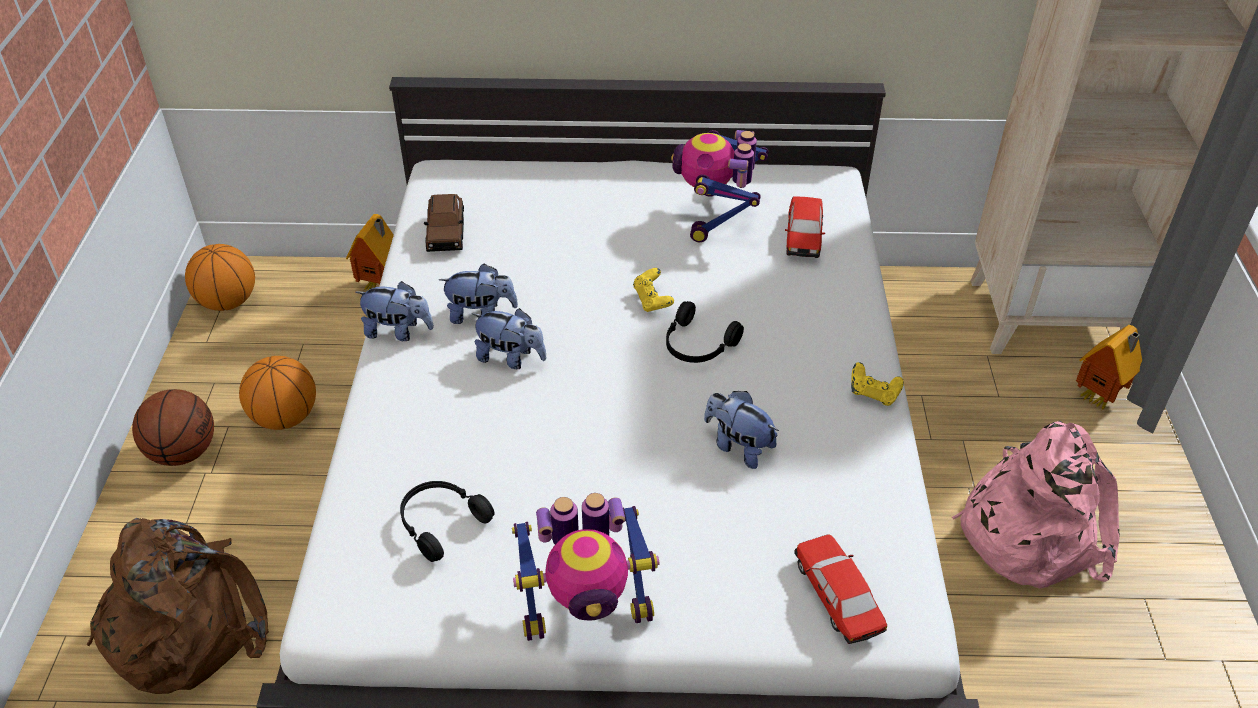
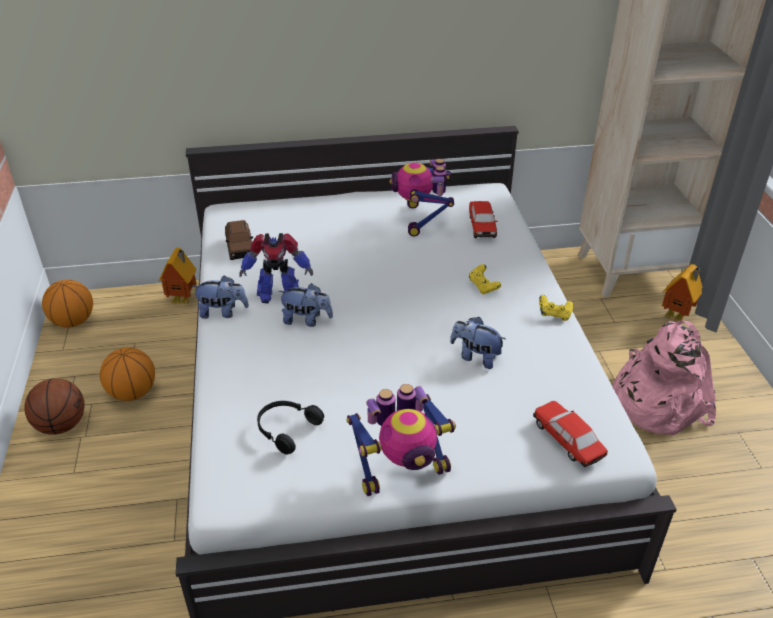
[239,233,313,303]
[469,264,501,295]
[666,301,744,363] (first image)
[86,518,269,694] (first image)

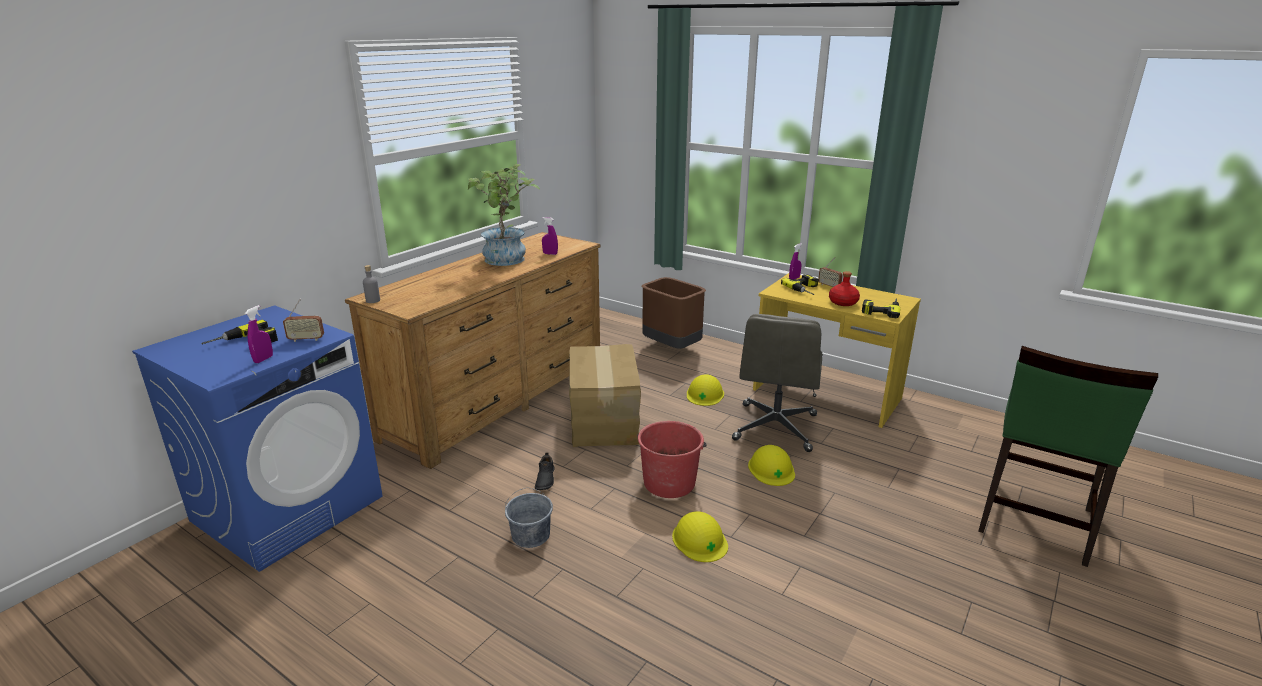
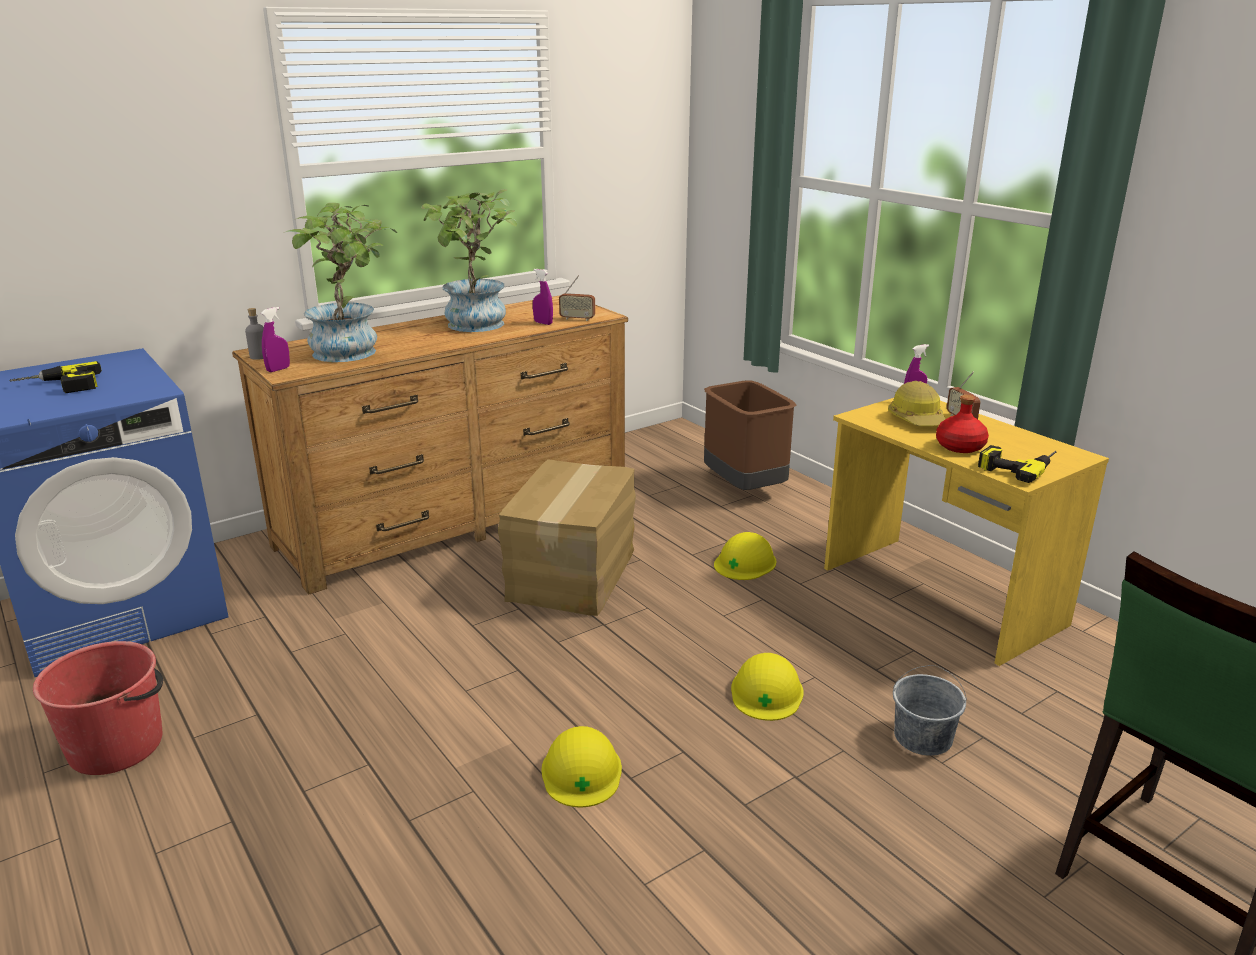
[888,381,945,426]
[559,275,595,321]
[261,307,290,372]
[732,314,823,452] (first image)
[33,641,163,775]
[535,452,555,490] (first image)
[893,665,967,756]
[286,203,397,362]

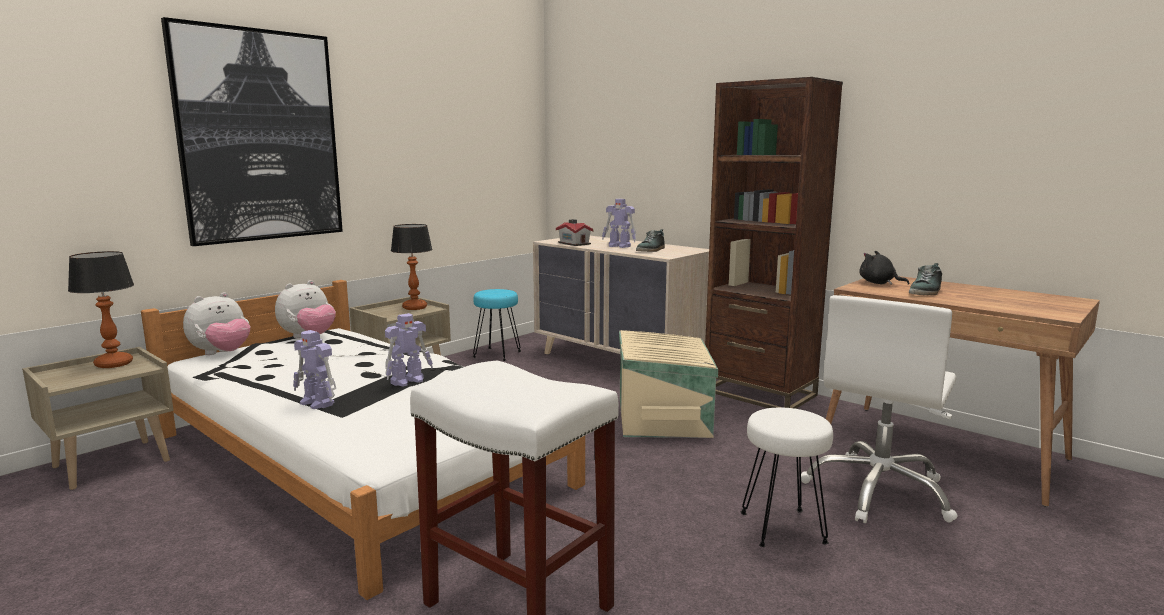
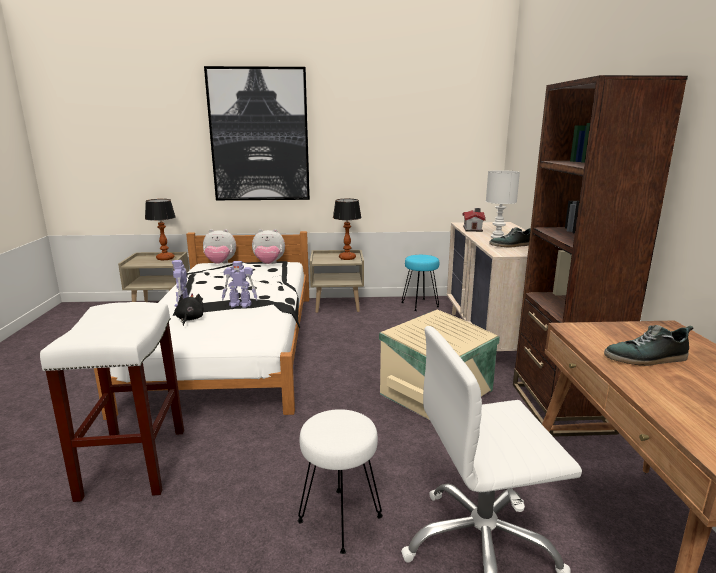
[486,170,520,238]
[174,293,204,326]

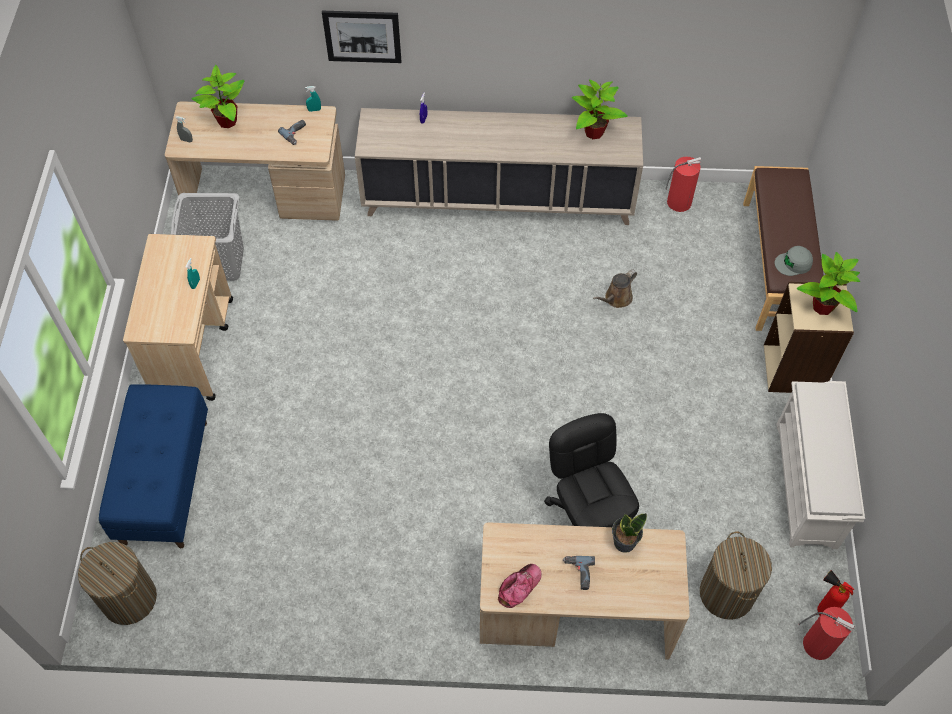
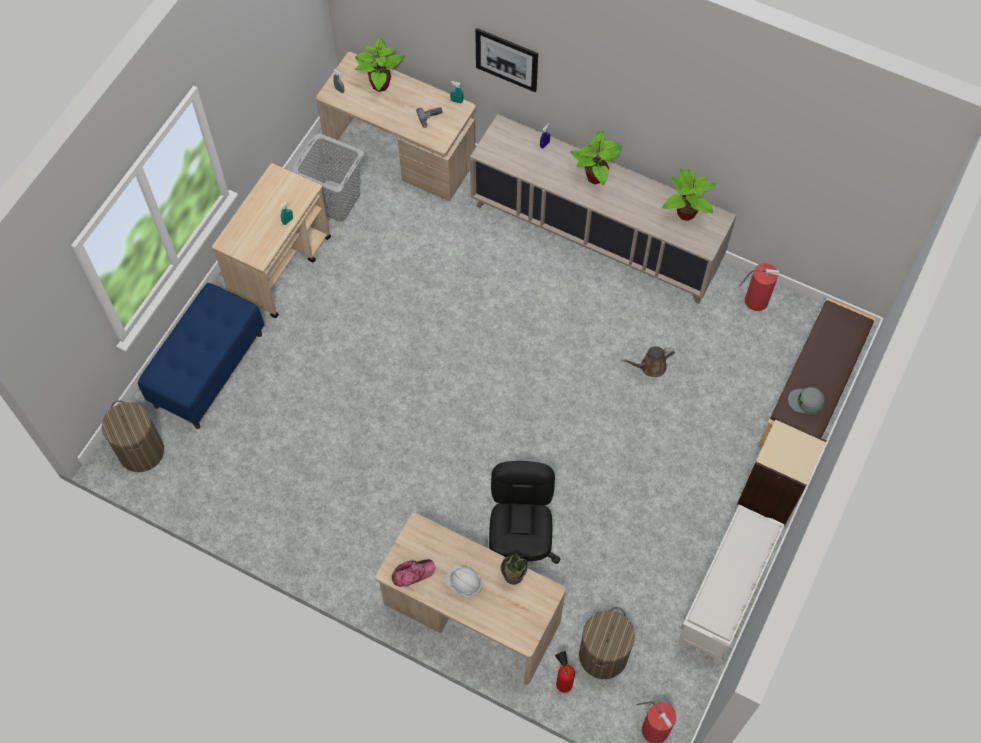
[570,131,622,185]
[445,565,482,596]
[555,651,575,693]

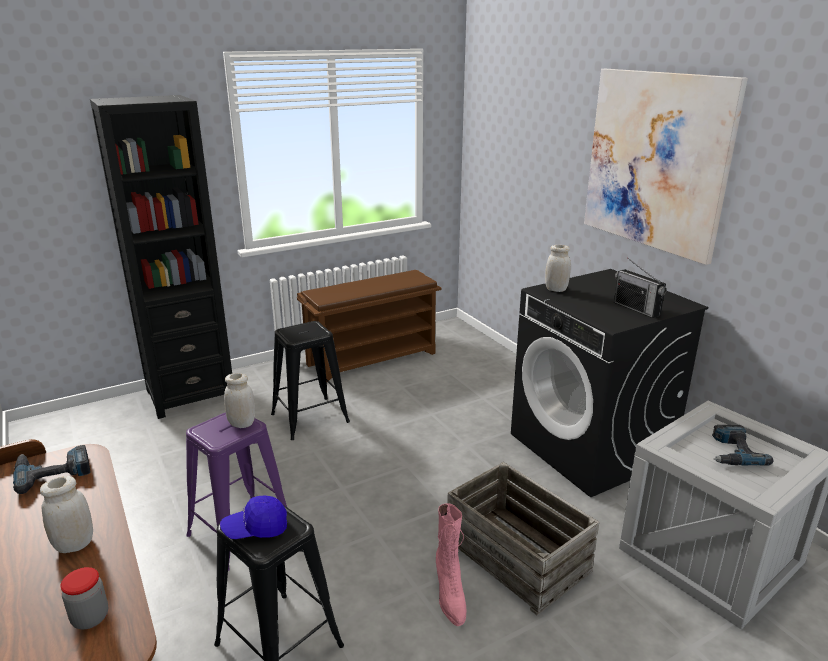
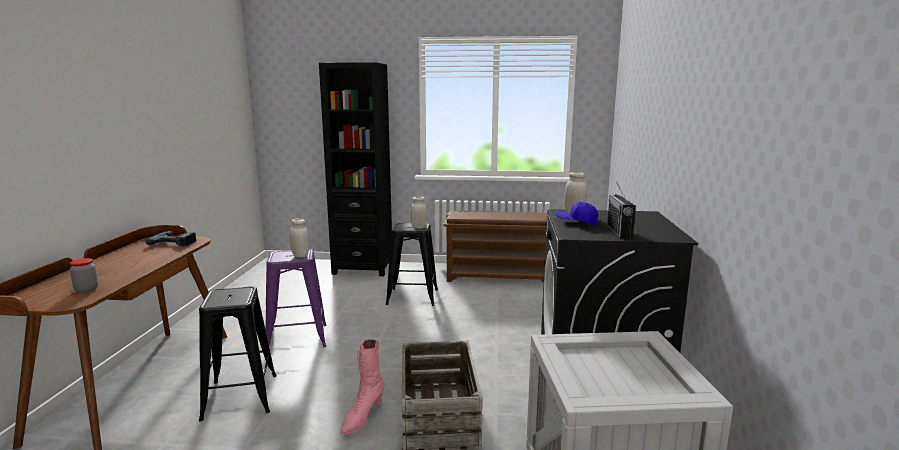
[584,69,748,265] (first image)
[712,425,774,466] (first image)
[410,197,427,229]
[555,202,598,225]

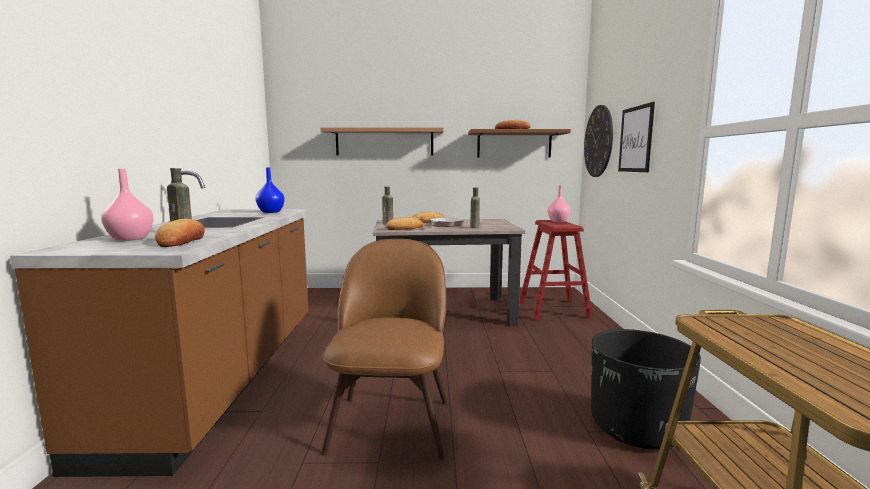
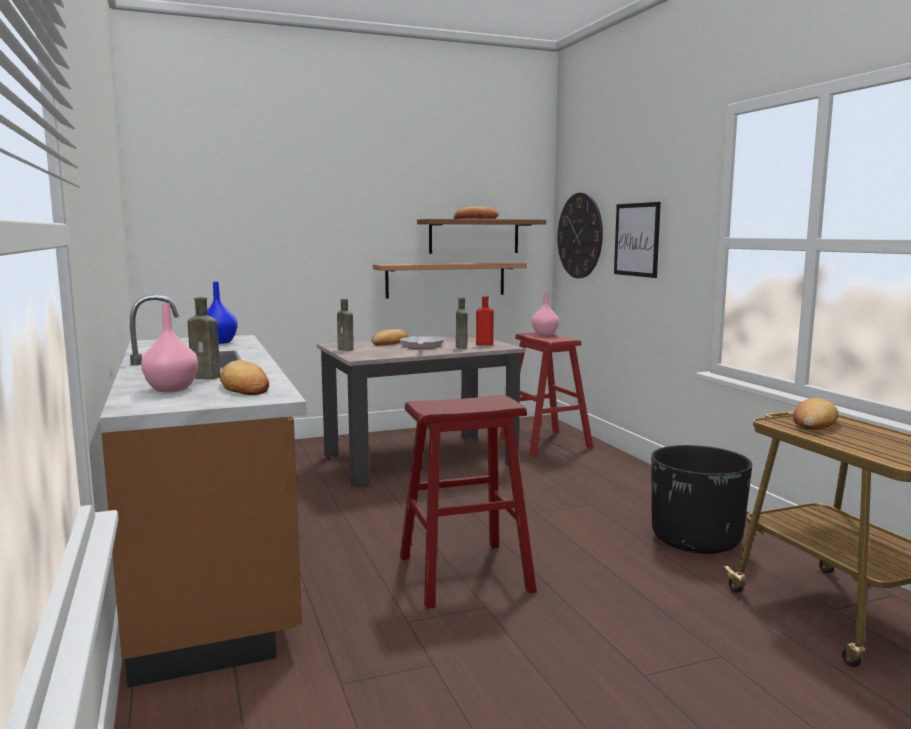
[373,262,527,298]
[793,398,839,429]
[400,395,537,609]
[476,296,494,346]

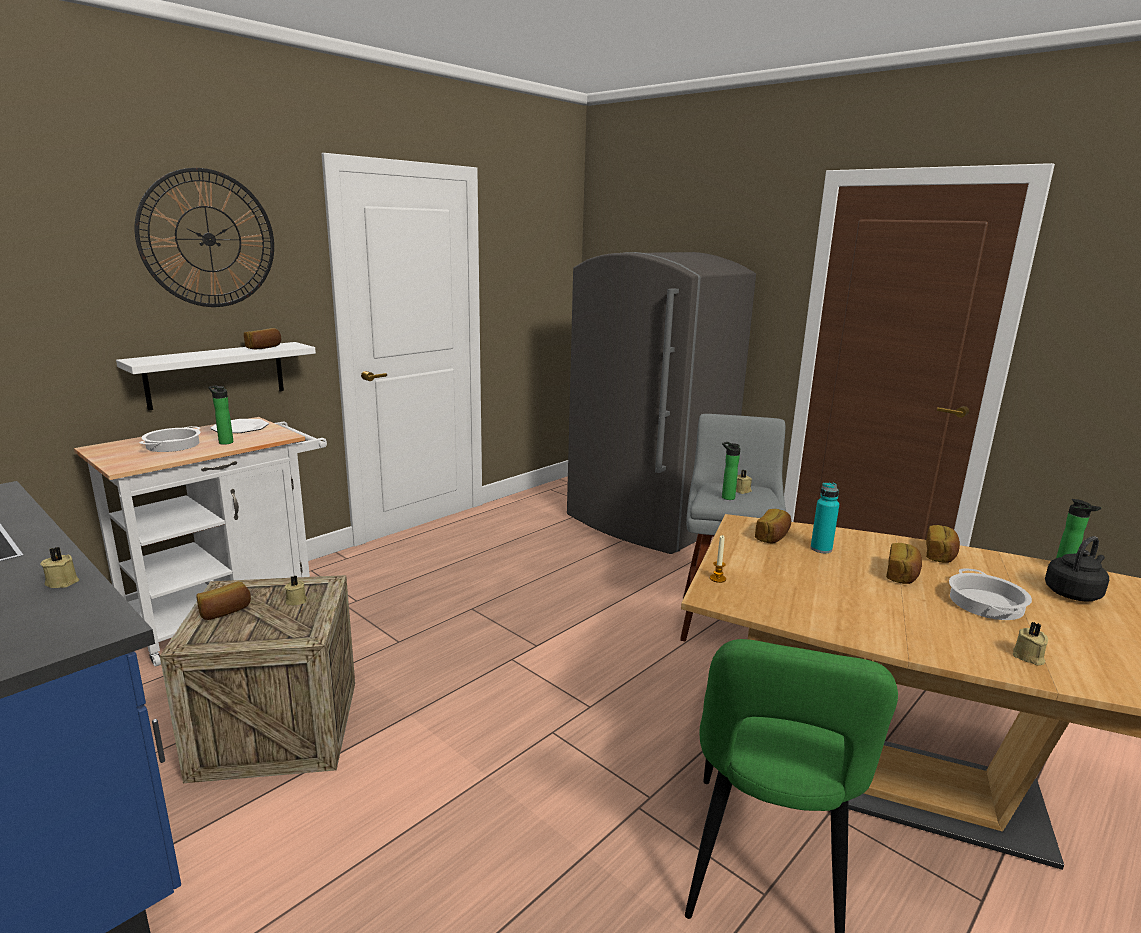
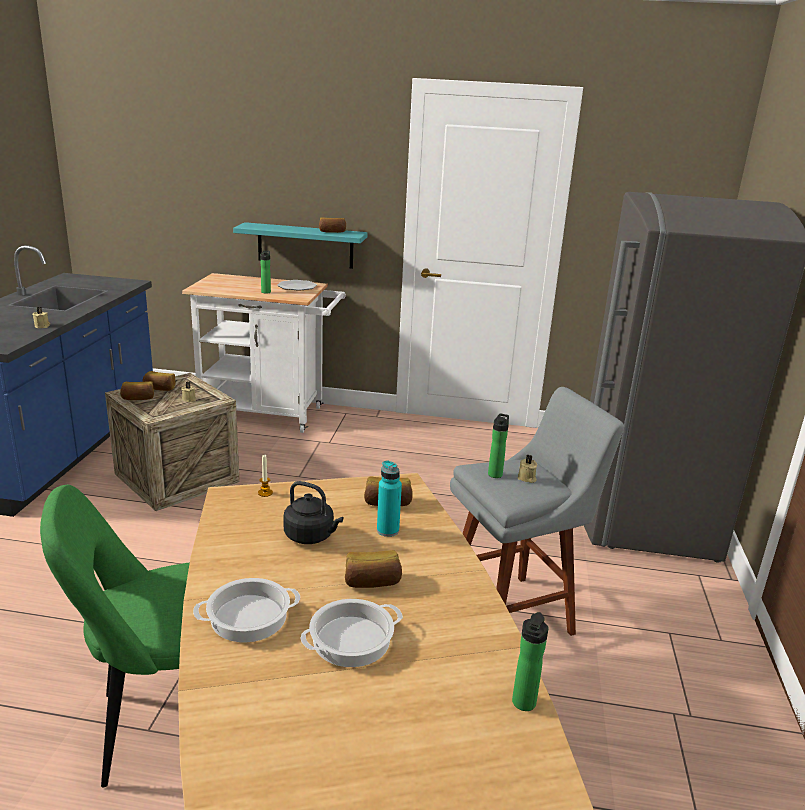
[135,168,274,307] (first image)
[233,222,368,269]
[193,578,300,643]
[120,381,154,400]
[283,481,343,544]
[1013,622,1048,665] (first image)

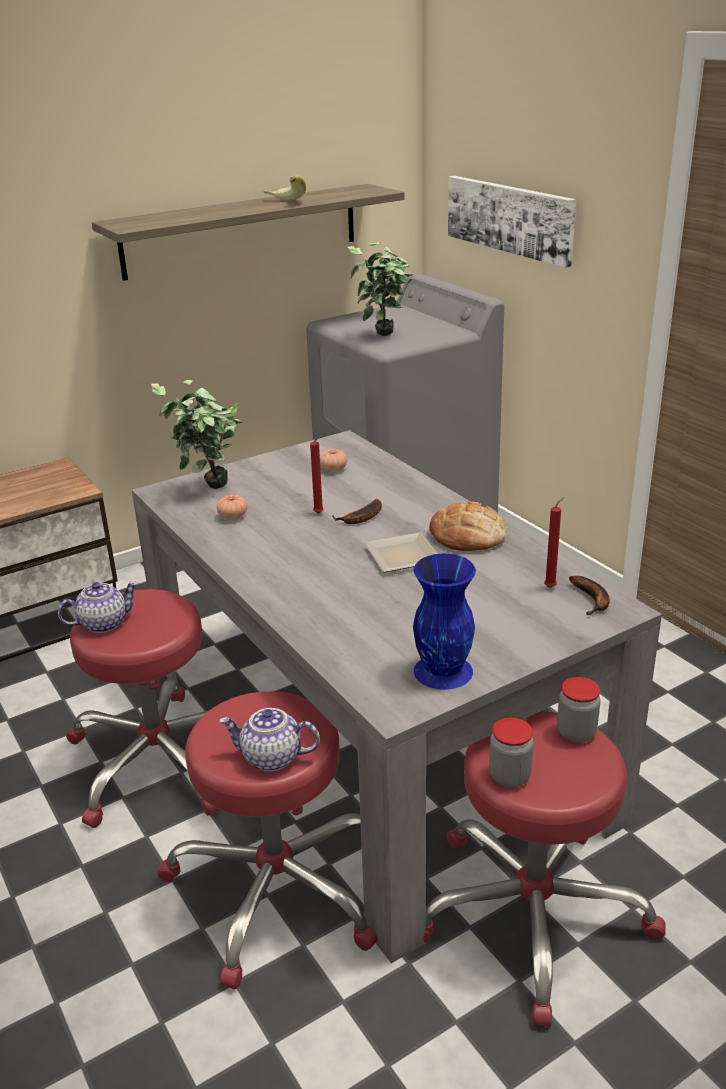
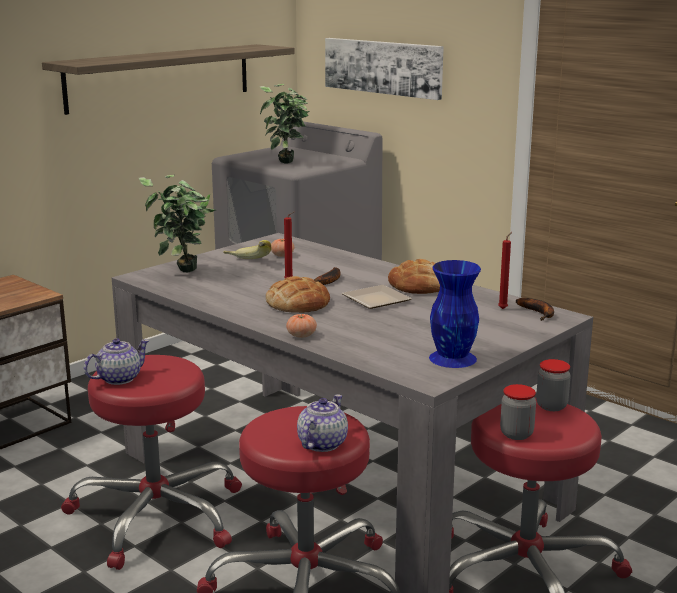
[223,240,272,259]
[286,314,317,338]
[297,395,348,452]
[266,276,330,313]

